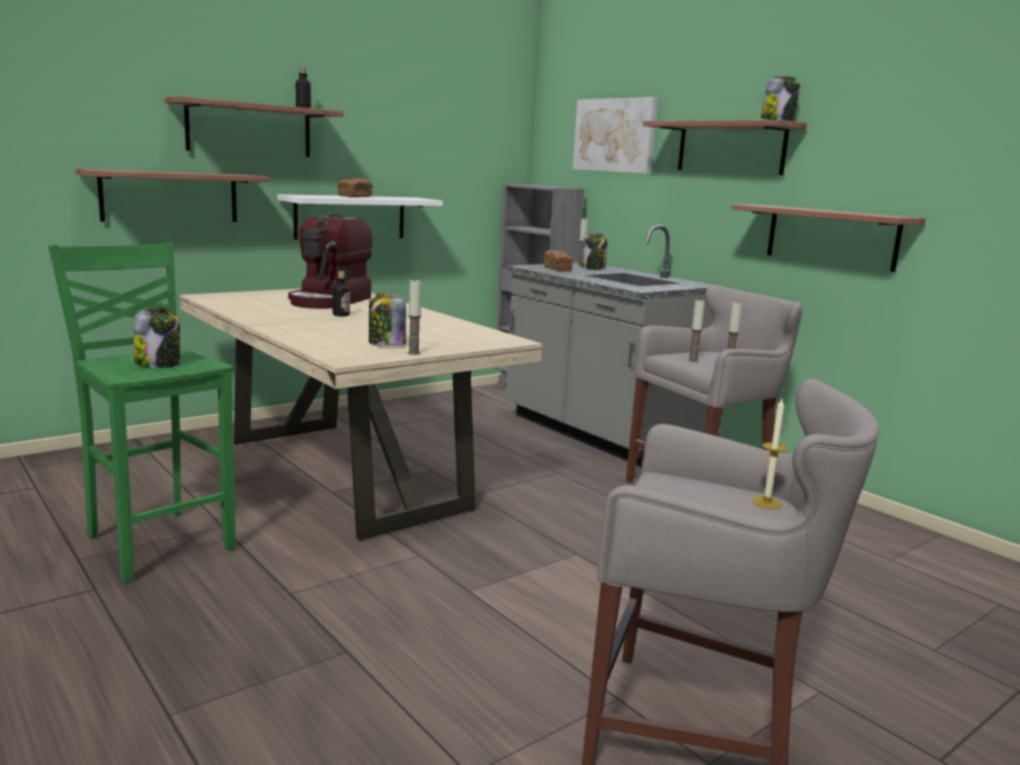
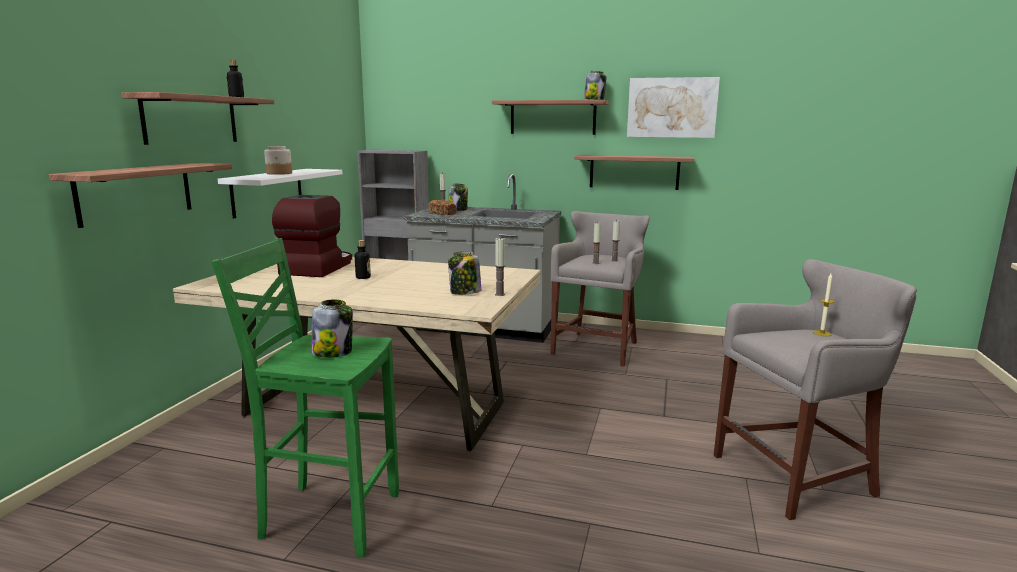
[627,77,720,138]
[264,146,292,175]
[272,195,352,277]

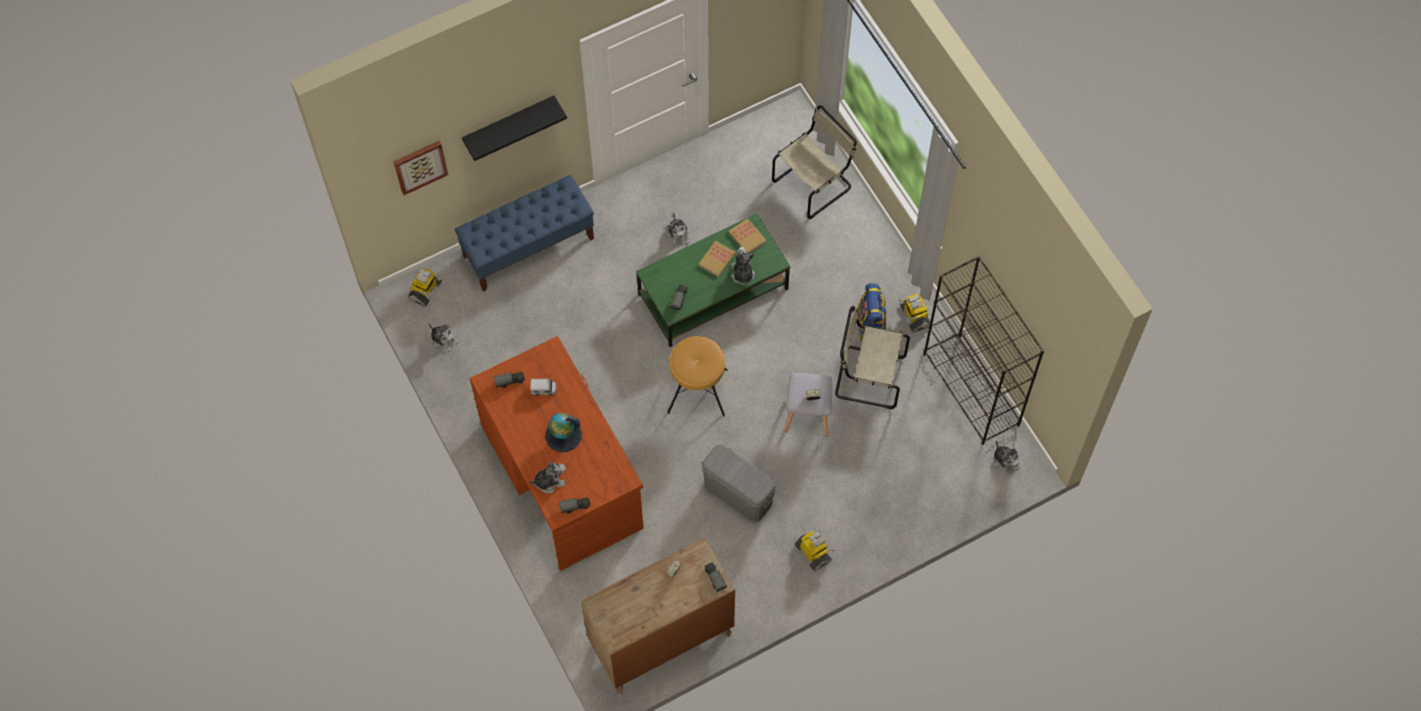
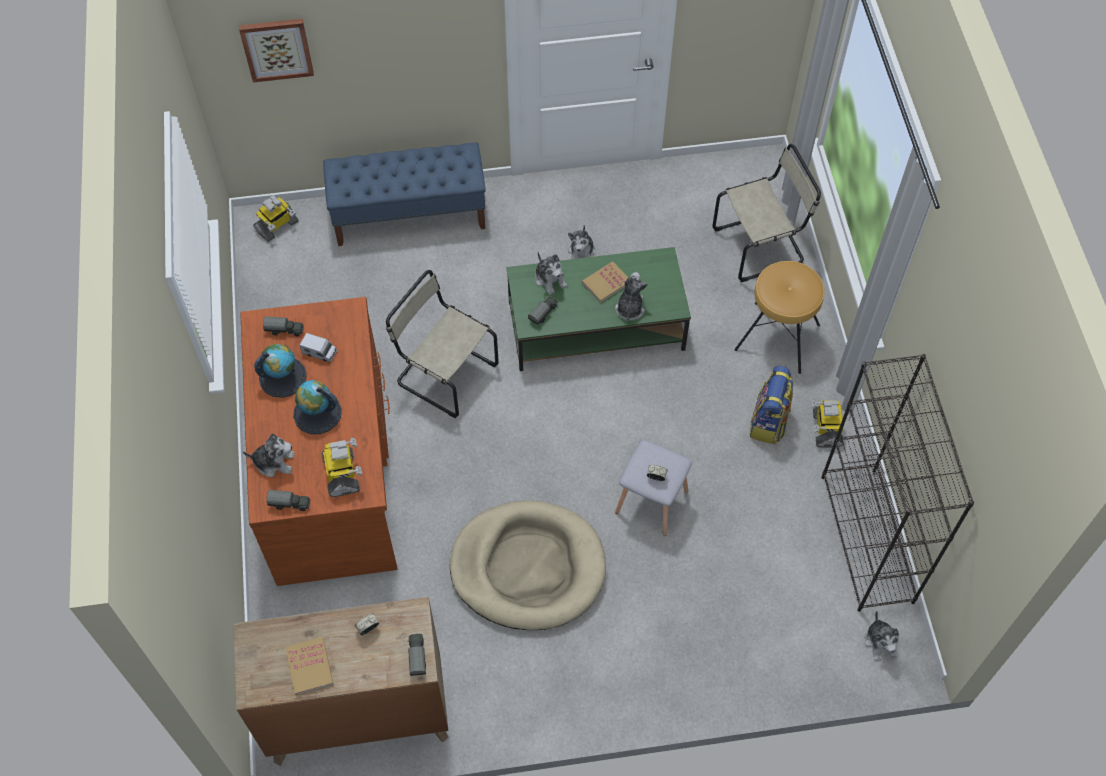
[462,96,567,161] (first image)
[285,637,334,695]
[386,270,499,418]
[535,252,567,295]
[734,261,825,374]
[450,500,606,630]
[322,438,362,497]
[254,344,307,398]

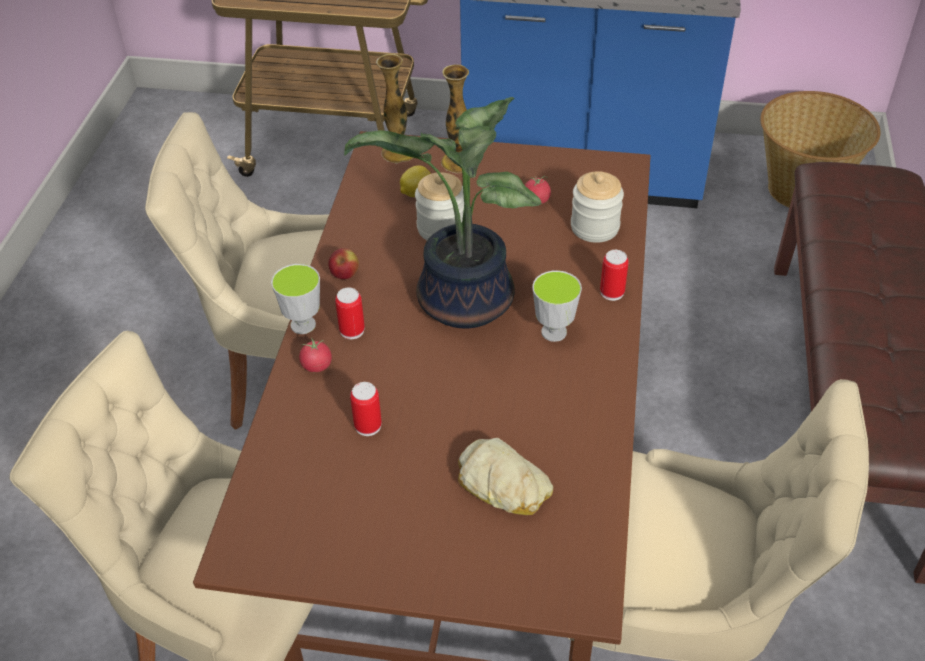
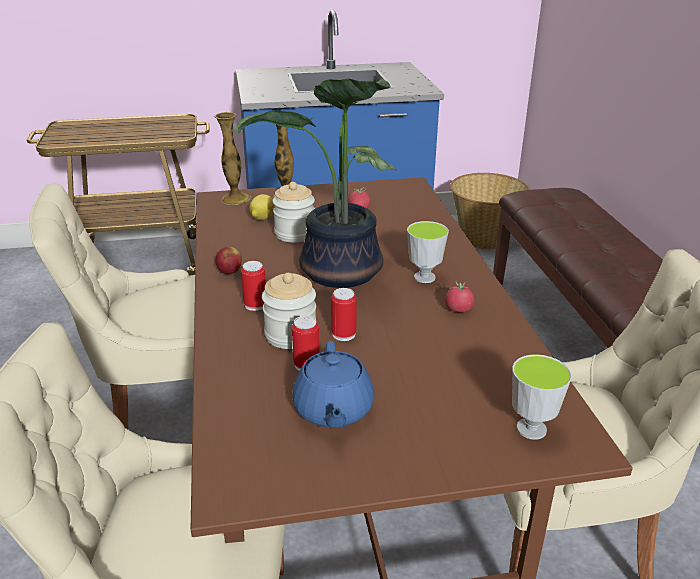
[262,273,316,349]
[331,288,357,341]
[512,354,572,440]
[445,282,474,312]
[458,438,553,515] (first image)
[292,341,374,428]

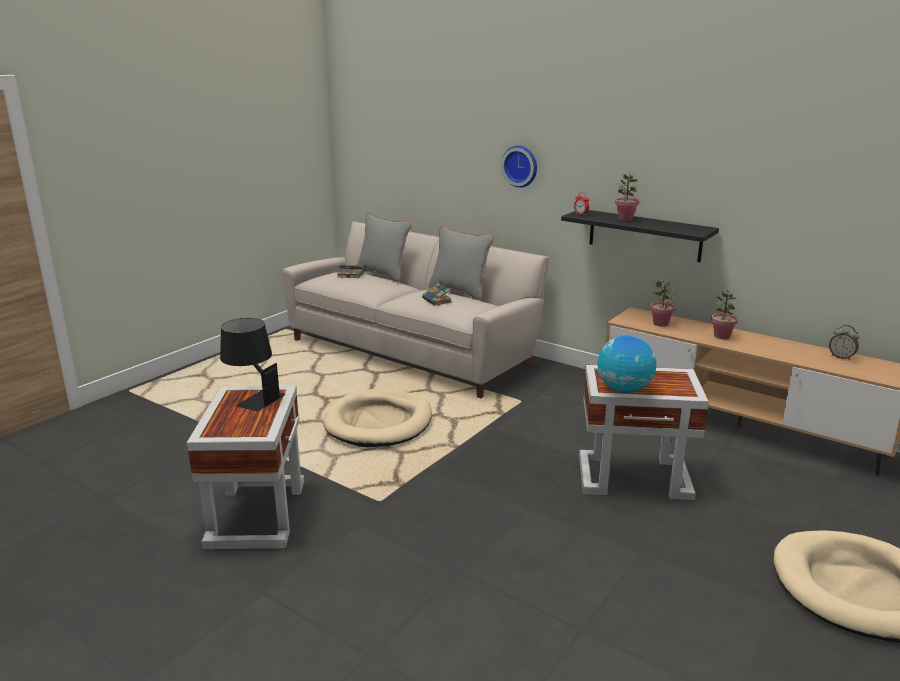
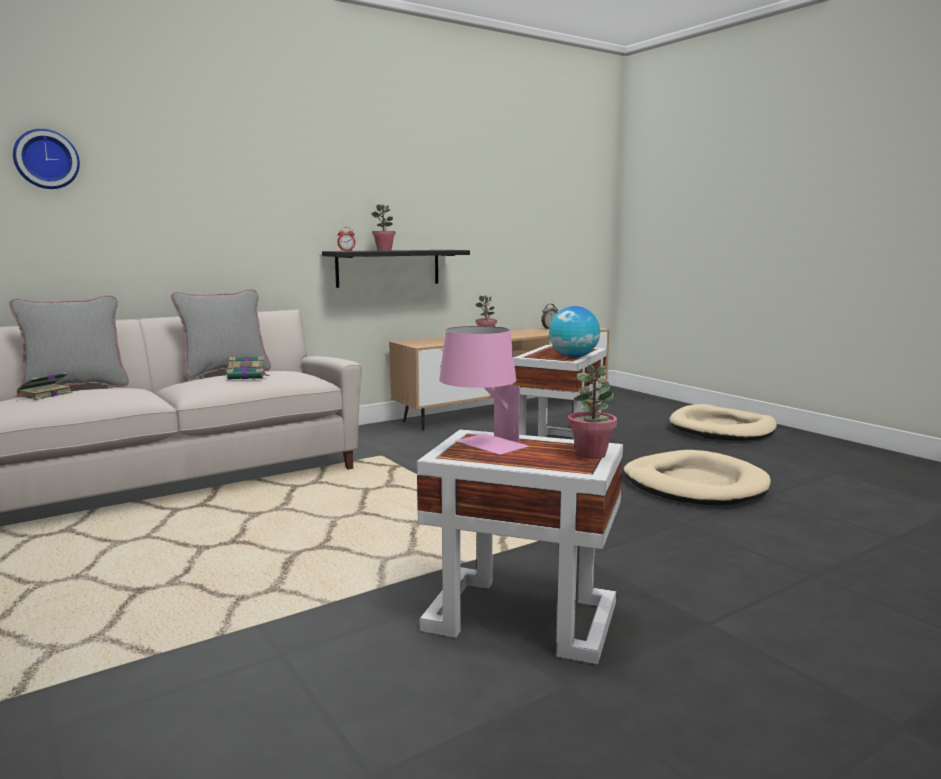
[13,129,80,189]
[568,365,617,459]
[439,326,529,455]
[624,450,771,506]

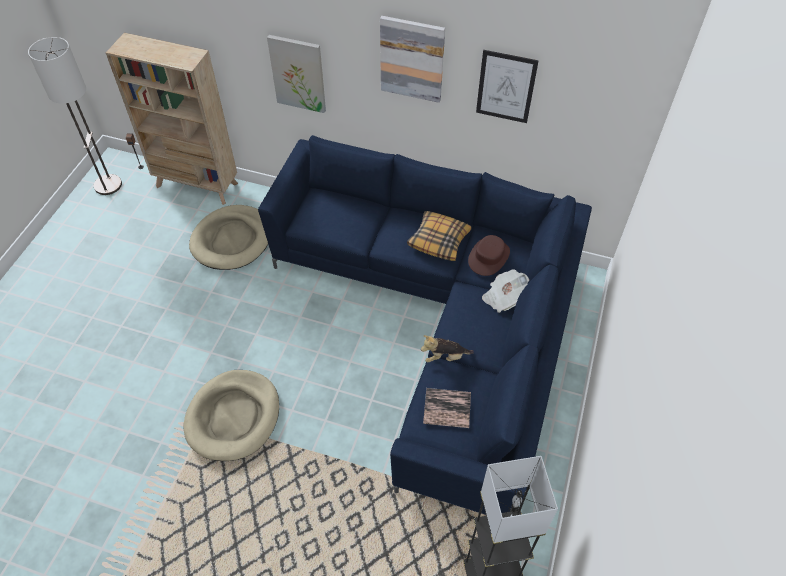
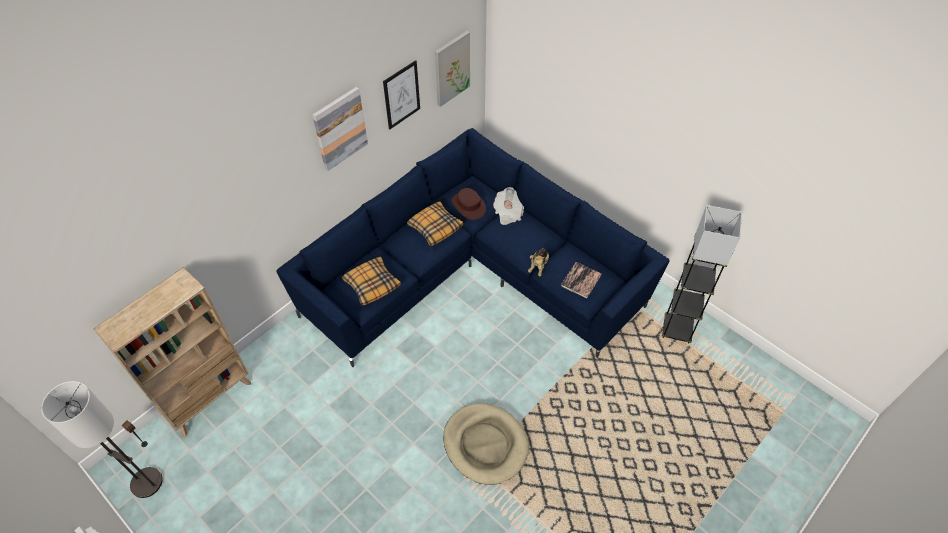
[435,31,470,107]
[189,205,268,270] (first image)
[342,256,401,306]

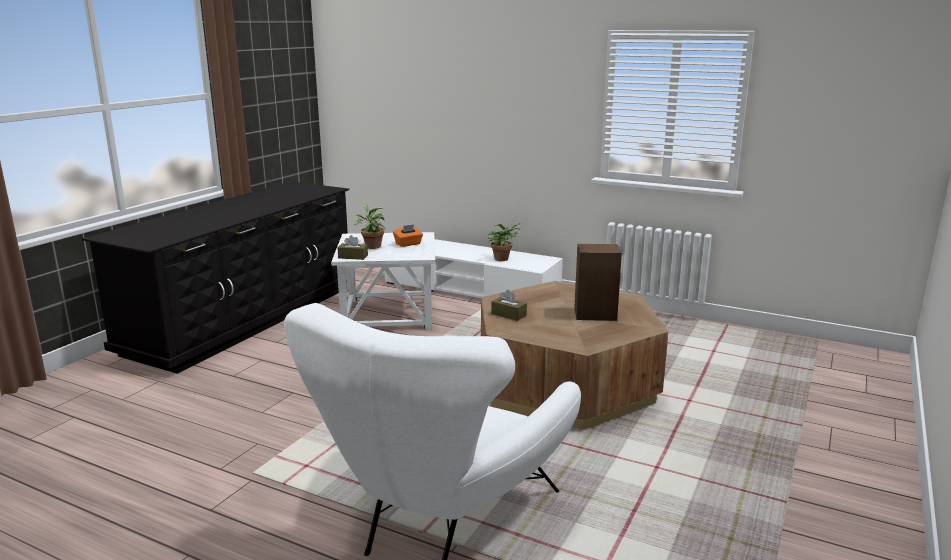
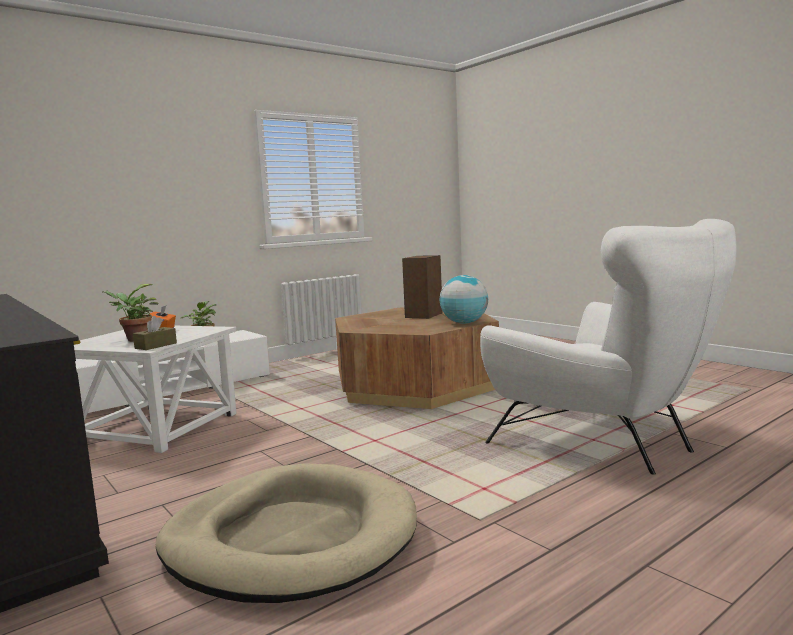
[491,290,527,321] (first image)
[440,275,488,324]
[156,463,417,603]

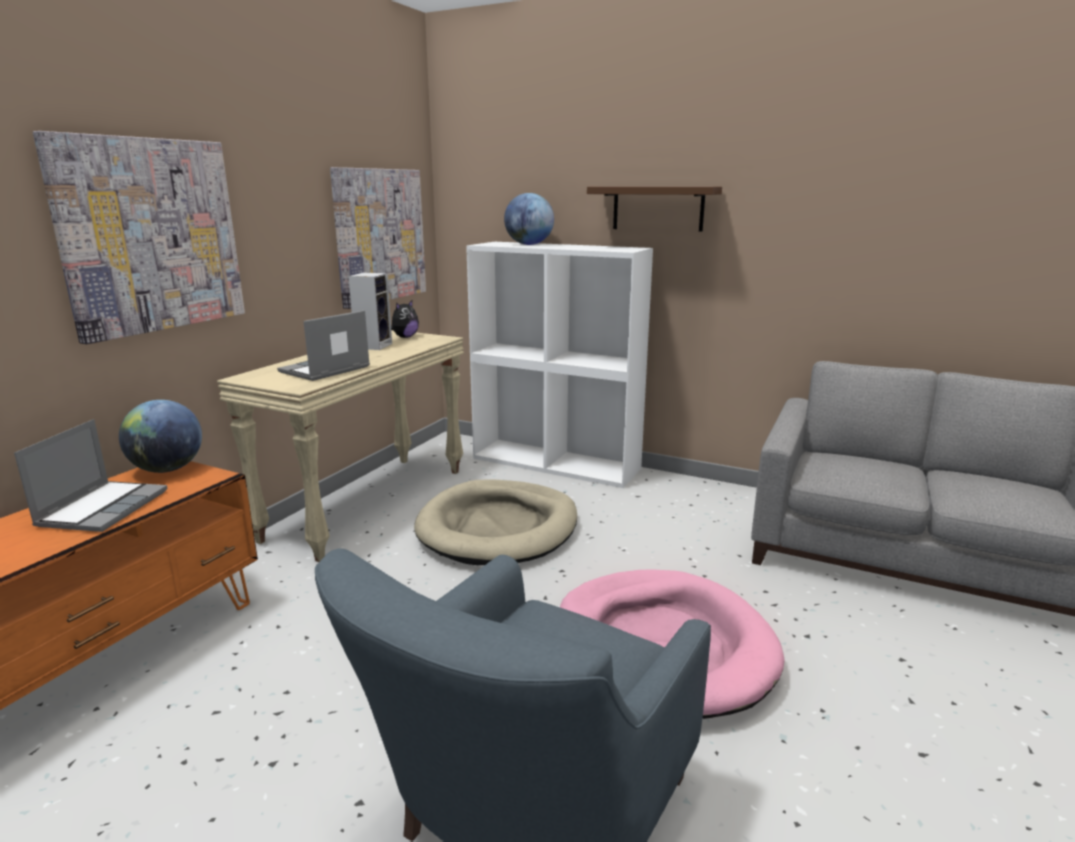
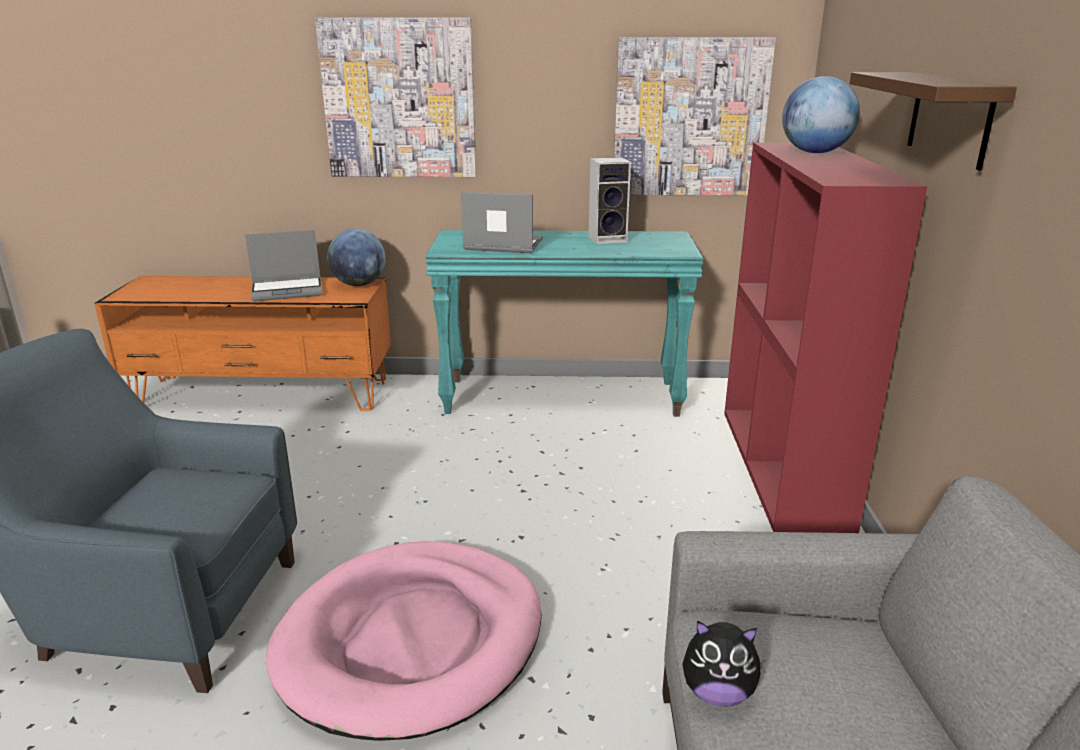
[724,142,927,533]
[683,620,765,706]
[425,230,704,417]
[414,479,577,565] (first image)

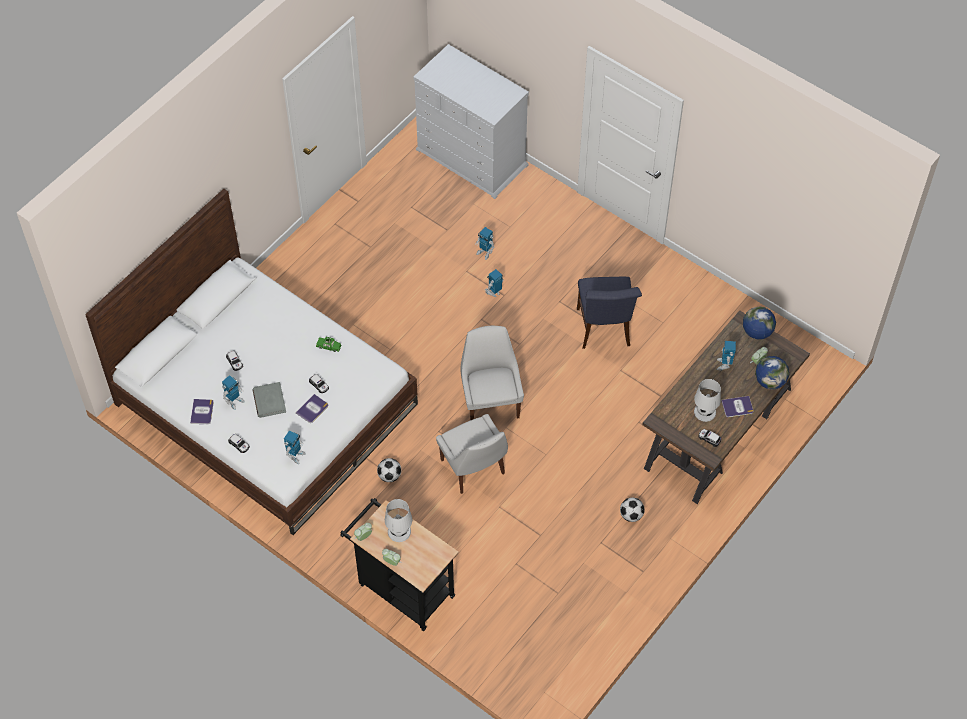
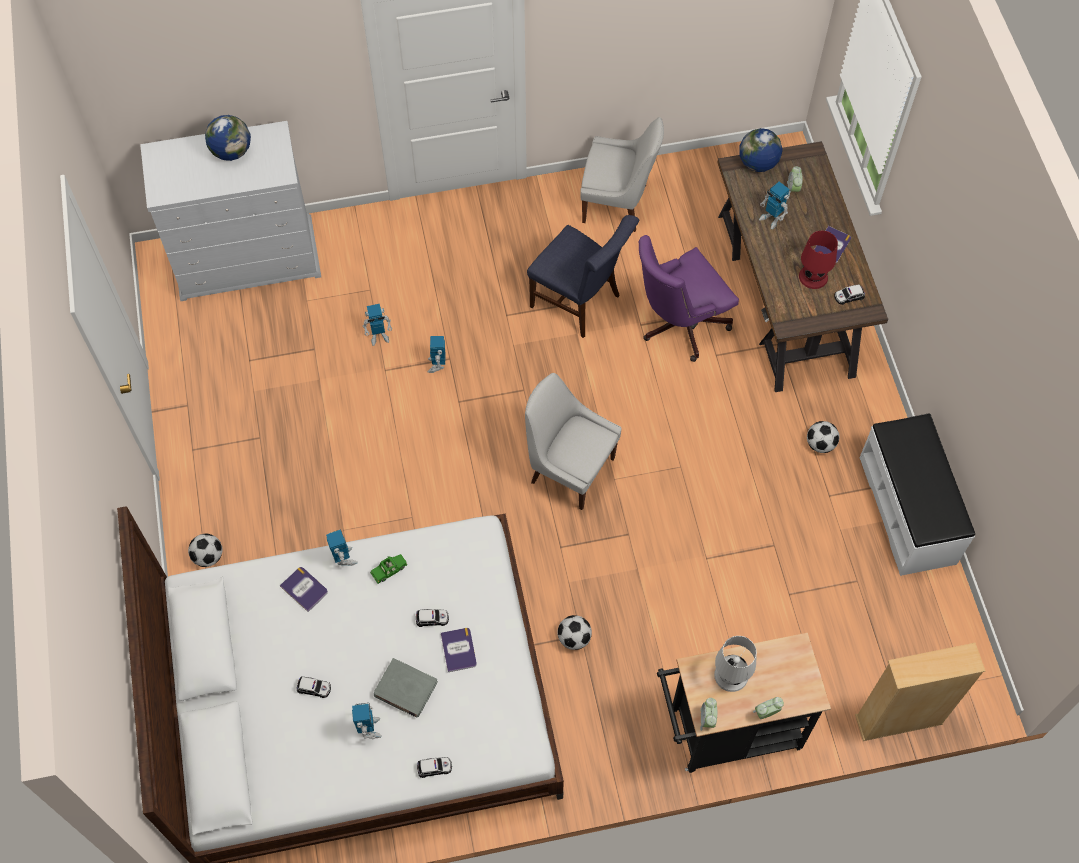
[205,115,251,161]
[799,231,838,289]
[280,567,328,612]
[580,117,664,232]
[326,529,358,566]
[638,235,739,362]
[859,413,975,576]
[188,534,223,567]
[855,643,985,741]

